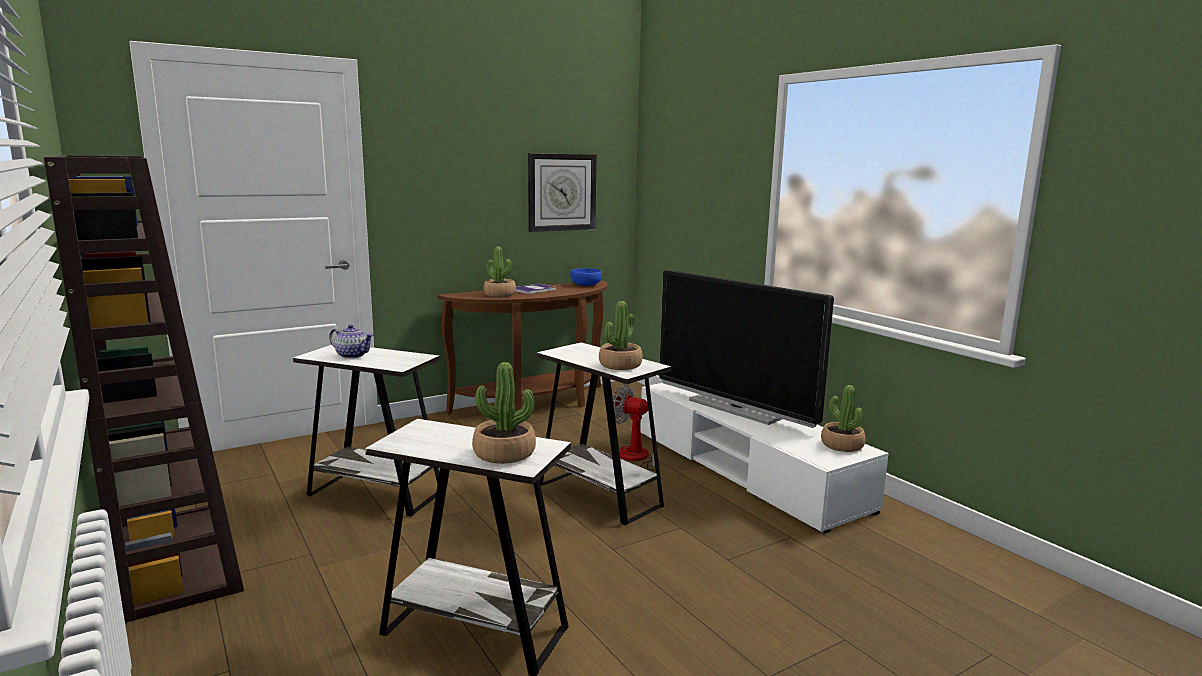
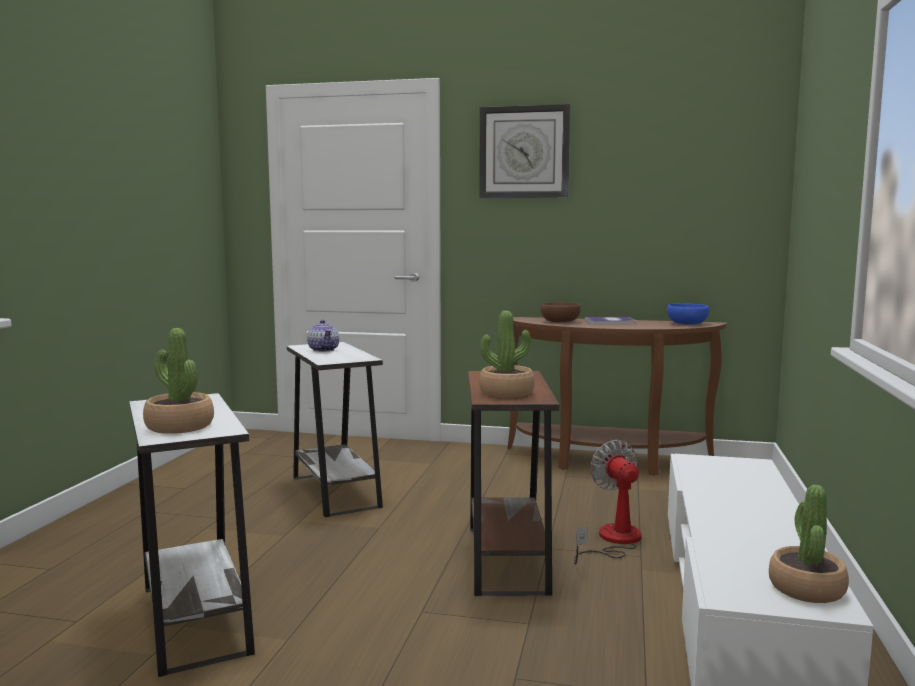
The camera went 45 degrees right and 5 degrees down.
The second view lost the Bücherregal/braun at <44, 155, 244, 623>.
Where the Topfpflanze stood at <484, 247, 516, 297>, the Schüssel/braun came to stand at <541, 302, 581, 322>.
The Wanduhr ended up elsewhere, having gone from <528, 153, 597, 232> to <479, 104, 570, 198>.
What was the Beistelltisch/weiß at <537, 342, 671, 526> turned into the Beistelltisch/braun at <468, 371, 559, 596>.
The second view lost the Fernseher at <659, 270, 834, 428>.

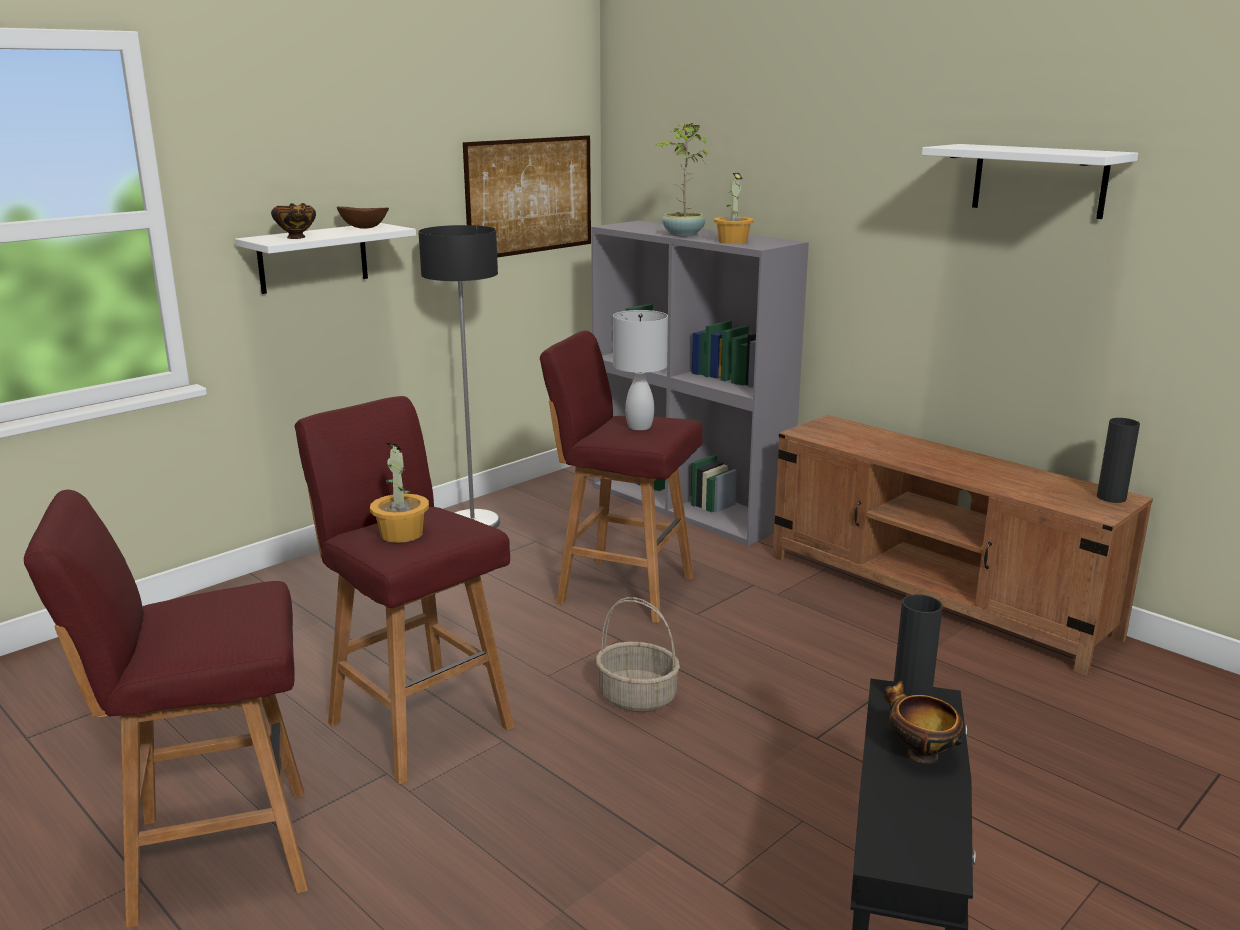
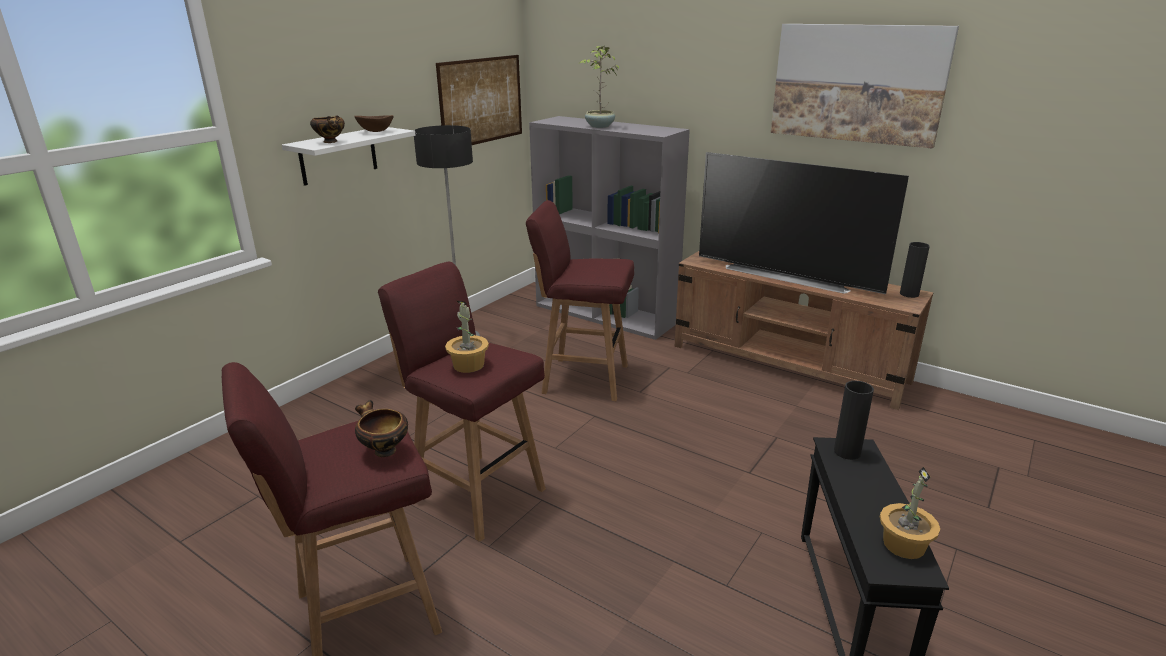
The camera went 10 degrees left and 5 degrees up.
The second view lost the Korb at <596, 597, 680, 712>.
The second view lost the Tischlampe/weiß at <613, 310, 668, 430>.
The Topfpflanze ended up elsewhere, having gone from <714, 173, 754, 244> to <880, 467, 940, 559>.
The Schüssel ended up elsewhere, having gone from <883, 681, 964, 764> to <355, 400, 408, 457>.
Where the Wandregal/weiß hung at <922, 144, 1138, 219>, the Bild came to hang at <771, 24, 959, 149>.
The second view gained the Fernseher at <699, 152, 909, 294>.

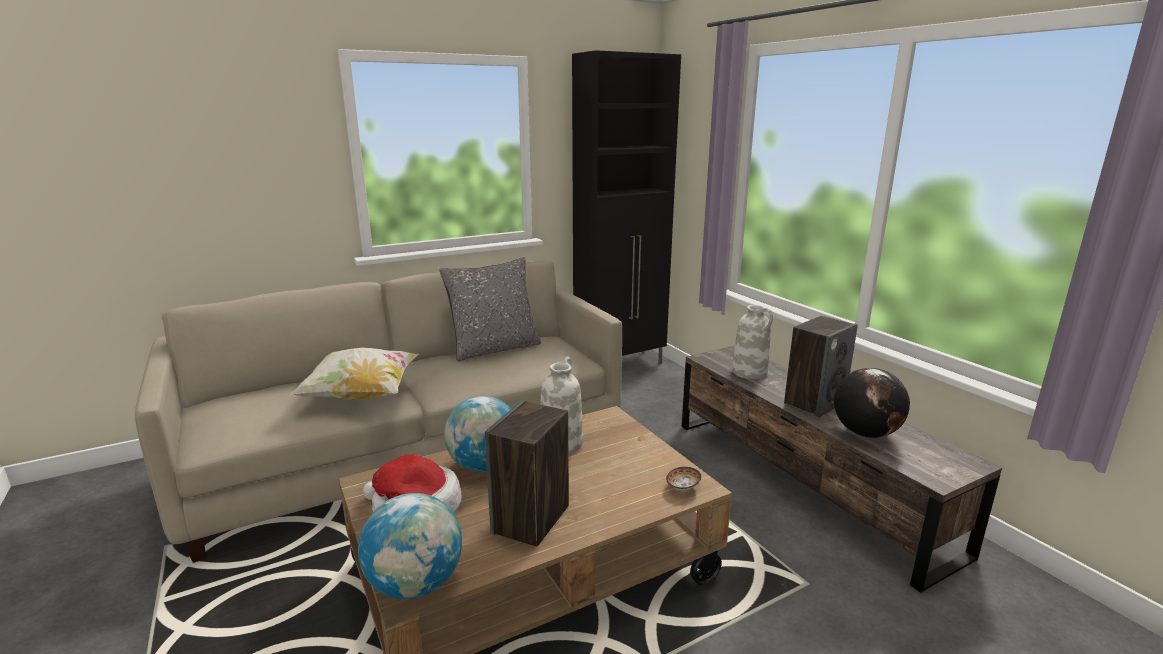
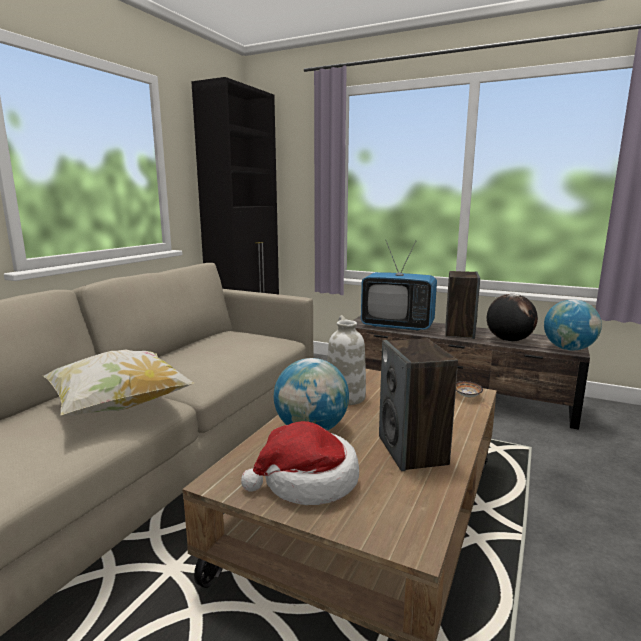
The camera went 35 degrees left and 5 degrees down.
The Globus ended up elsewhere, having gone from <358, 493, 462, 599> to <544, 299, 602, 350>.
The second view lost the Kissen/grau at <439, 257, 541, 361>.
Where the Vase/weiß stood at <732, 305, 773, 379>, the Fernseher came to stand at <361, 241, 437, 331>.

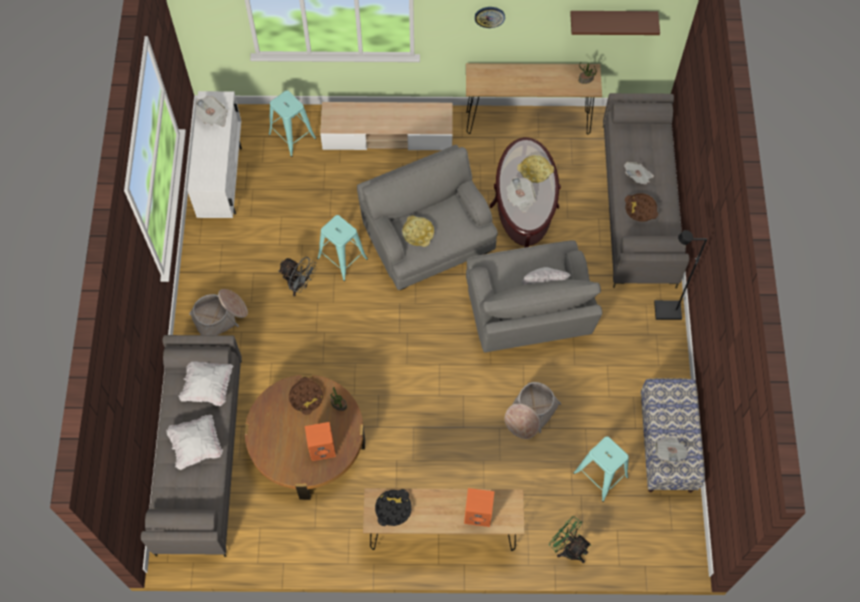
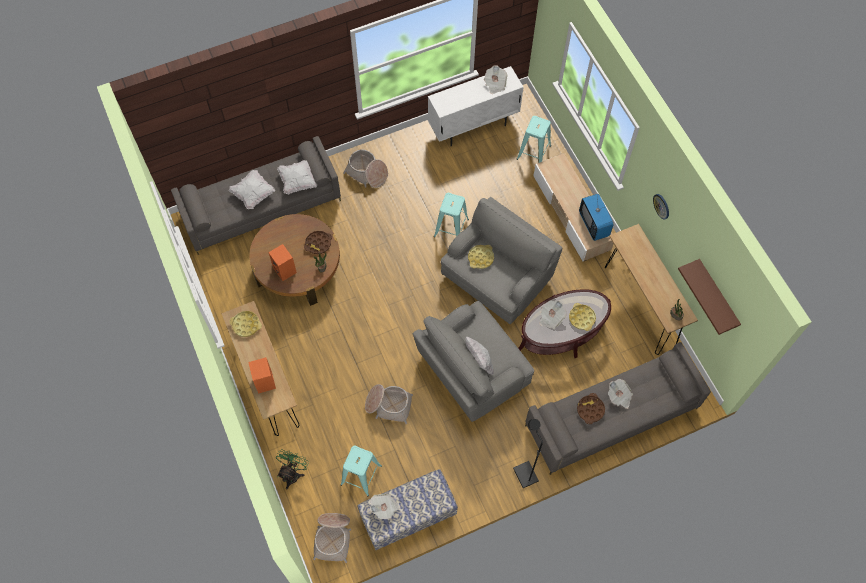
The camera went 65 degrees right and 0 degrees up.
The second view lost the Ventilator/grau at <278, 257, 316, 296>.
What was the Tablett/schwarz at <375, 489, 412, 526> turned into the Tablett/gelb at <229, 311, 262, 337>.
The second view gained the Korb at <313, 513, 351, 563>.
The second view gained the Fernseher at <579, 193, 614, 241>.

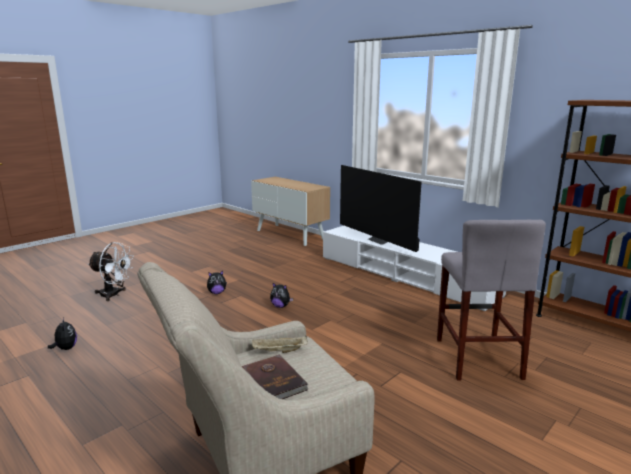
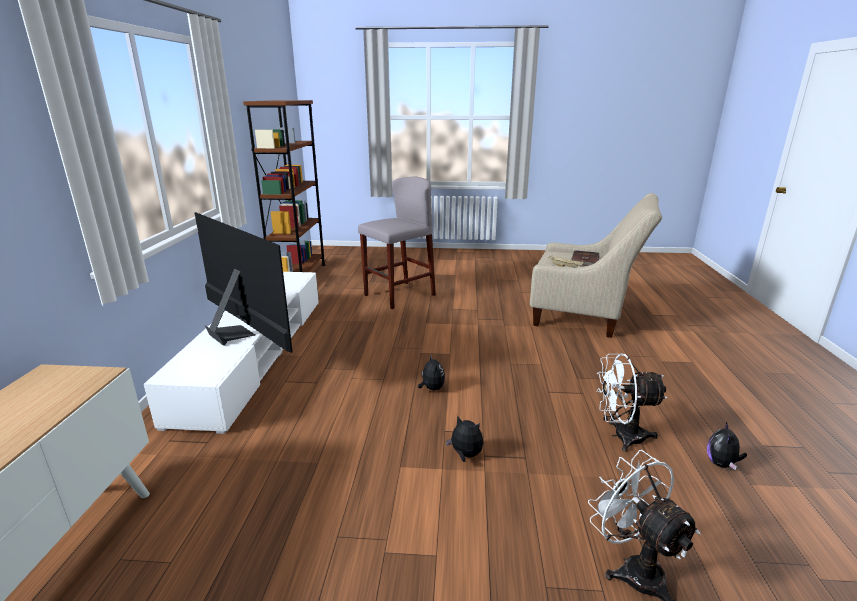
The camera went 130 degrees left and 5 degrees up.
The Fernseher at <340, 165, 422, 252> ended up facing another way, 60 degrees counterclockwise from before.
The second view gained the Ventilator/weiß at <596, 353, 668, 452>.

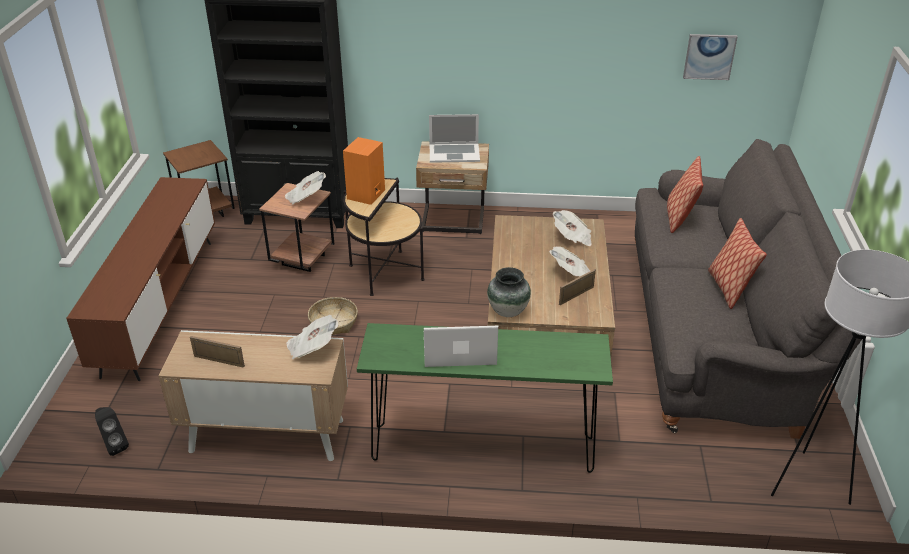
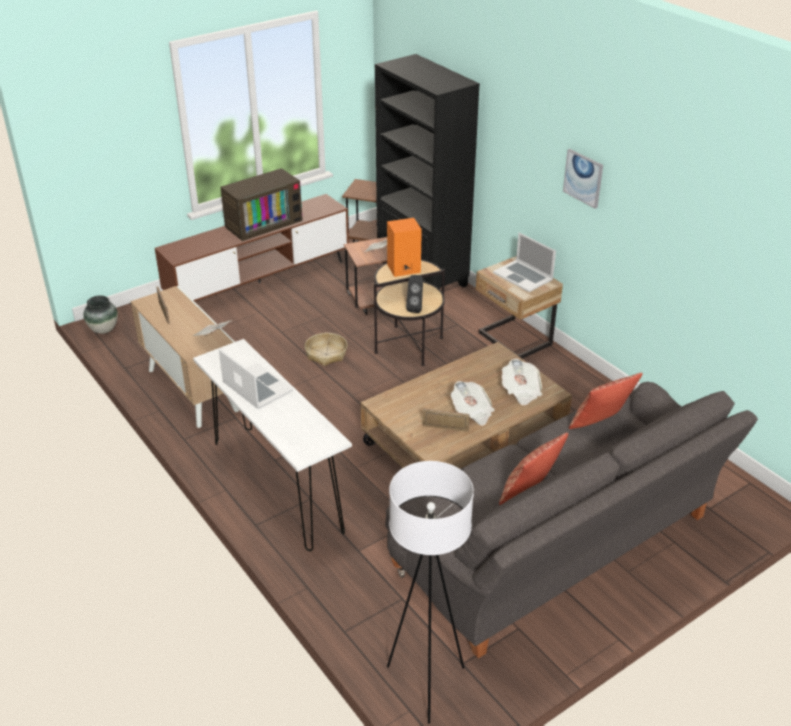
The camera went 50 degrees right and 0 degrees up.
The Lautsprecher/schwarz ended up elsewhere, having gone from <95, 407, 129, 456> to <406, 275, 423, 313>.
What was the Konsolentisch/grün at <357, 323, 613, 473> turned into the Konsolentisch/weiß at <193, 339, 352, 551>.
The Vase ended up elsewhere, having gone from <487, 267, 531, 317> to <83, 295, 118, 334>.
The Bild ended up elsewhere, having gone from <683, 34, 738, 80> to <563, 149, 603, 209>.
The second view gained the Fernseher at <220, 168, 303, 241>.

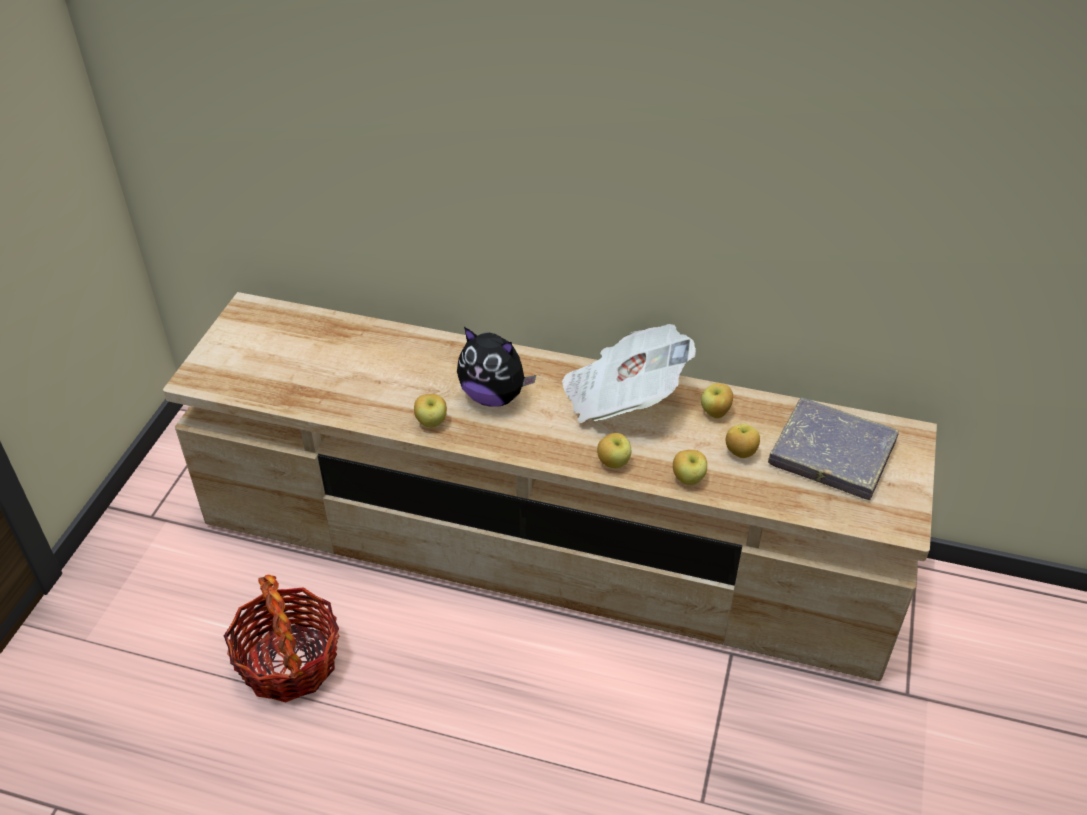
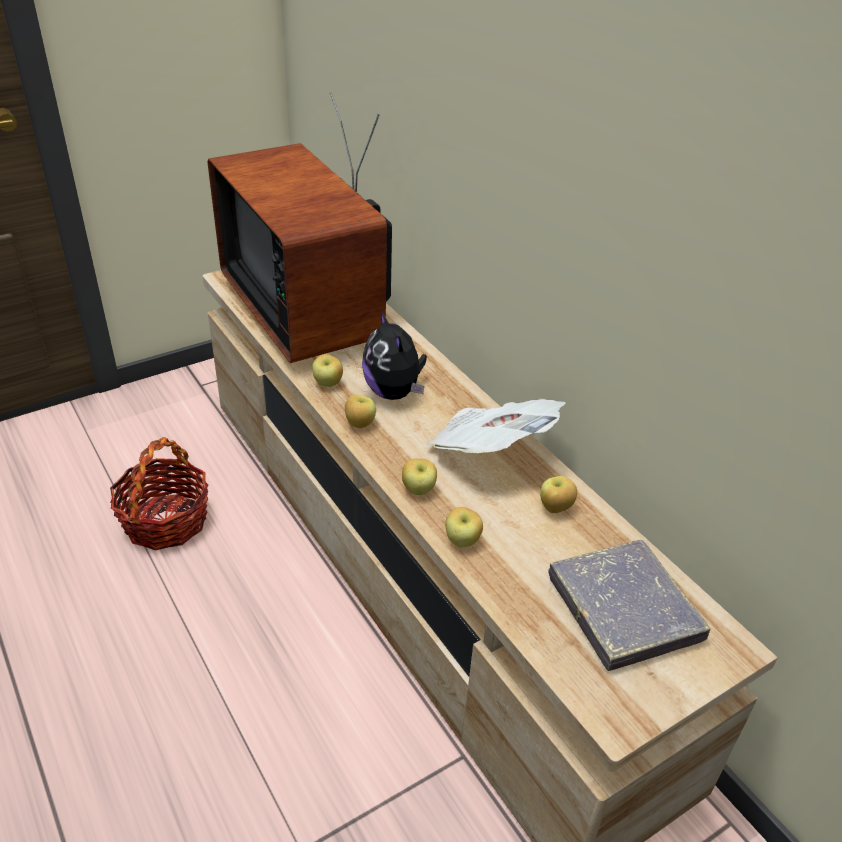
The camera went 40 degrees right and 5 degrees down.
The Apfel ended up elsewhere, having gone from <726, 424, 760, 458> to <345, 395, 376, 428>.
The second view gained the Fernseher at <208, 92, 392, 363>.

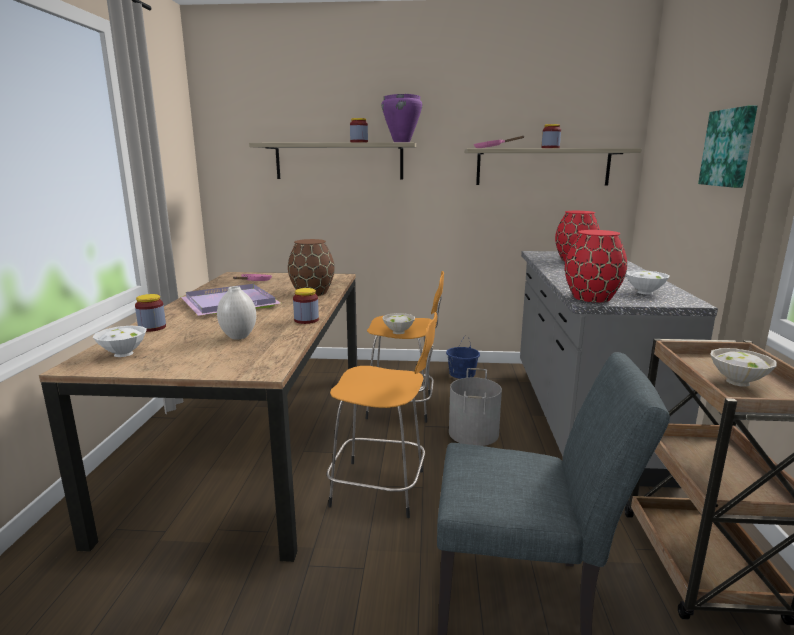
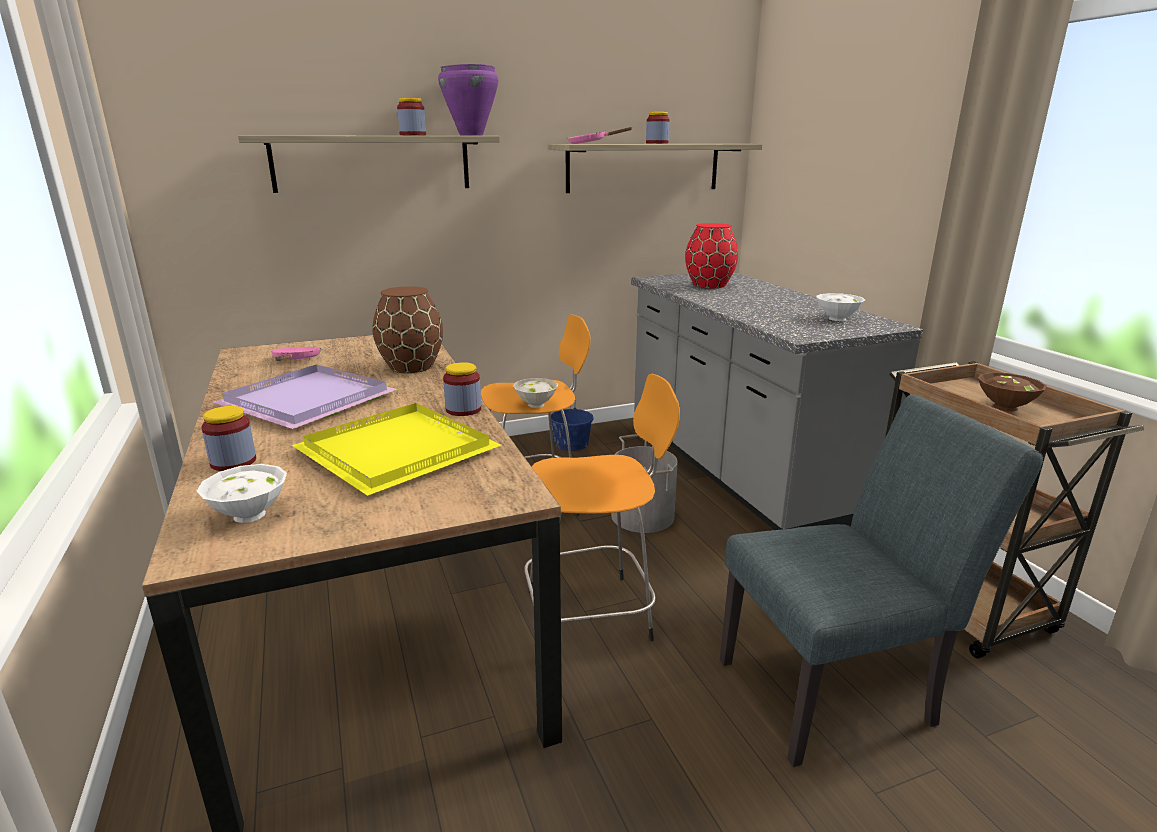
The camera went 25 degrees left and 5 degrees up.
Where the Vase/weiß stood at <217, 286, 256, 340>, the Tablett/gelb came to stand at <292, 403, 501, 496>.
The second view lost the Vase/rot at <565, 230, 627, 302>.
The second view lost the Bild at <698, 105, 758, 188>.
What was the Schüssel/weiß at <710, 348, 777, 387> turned into the Schüssel/braun at <978, 372, 1047, 411>.

